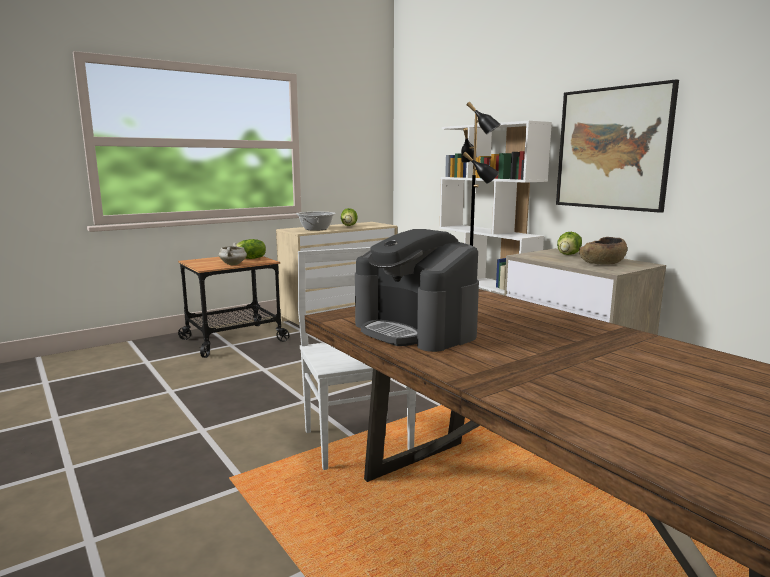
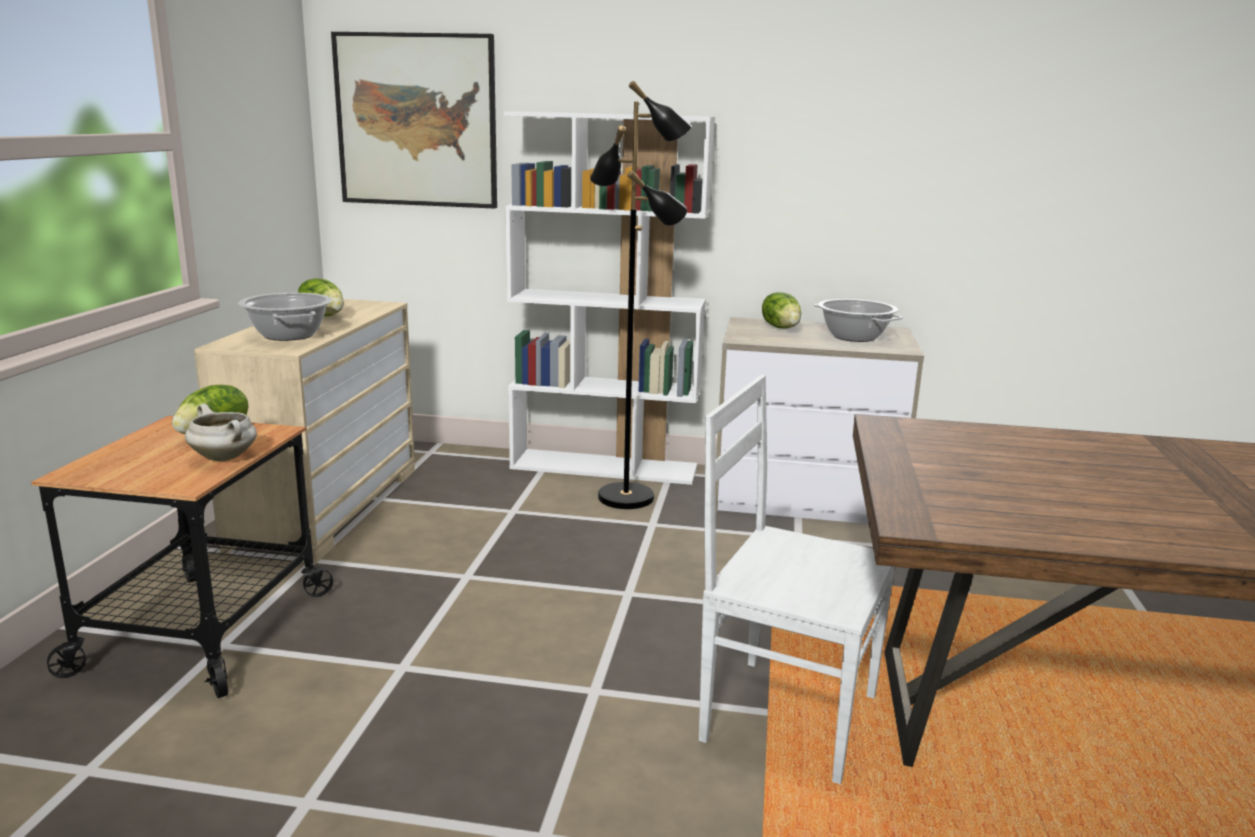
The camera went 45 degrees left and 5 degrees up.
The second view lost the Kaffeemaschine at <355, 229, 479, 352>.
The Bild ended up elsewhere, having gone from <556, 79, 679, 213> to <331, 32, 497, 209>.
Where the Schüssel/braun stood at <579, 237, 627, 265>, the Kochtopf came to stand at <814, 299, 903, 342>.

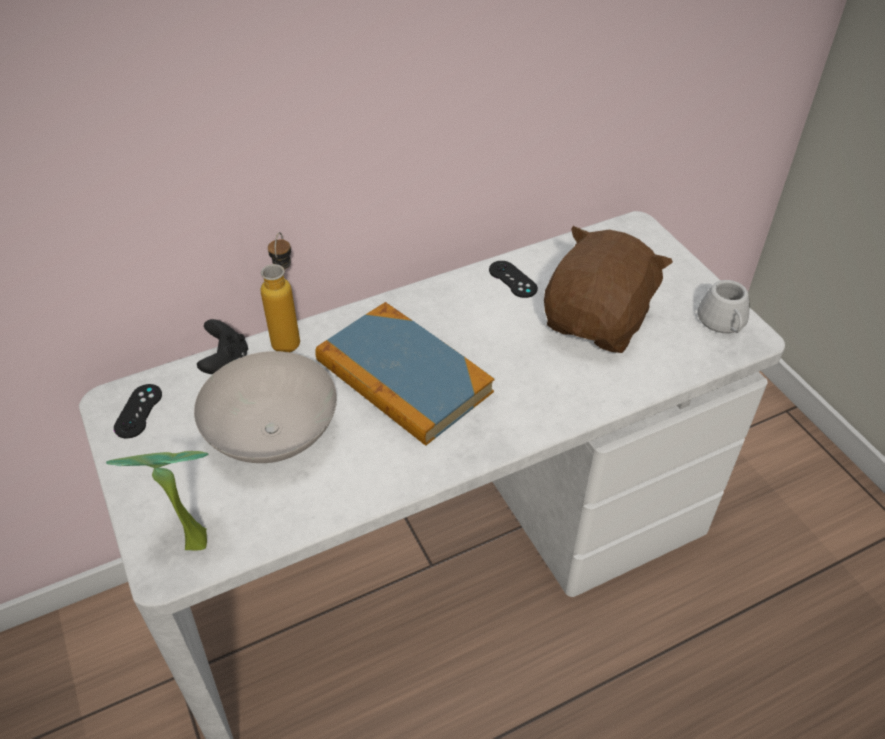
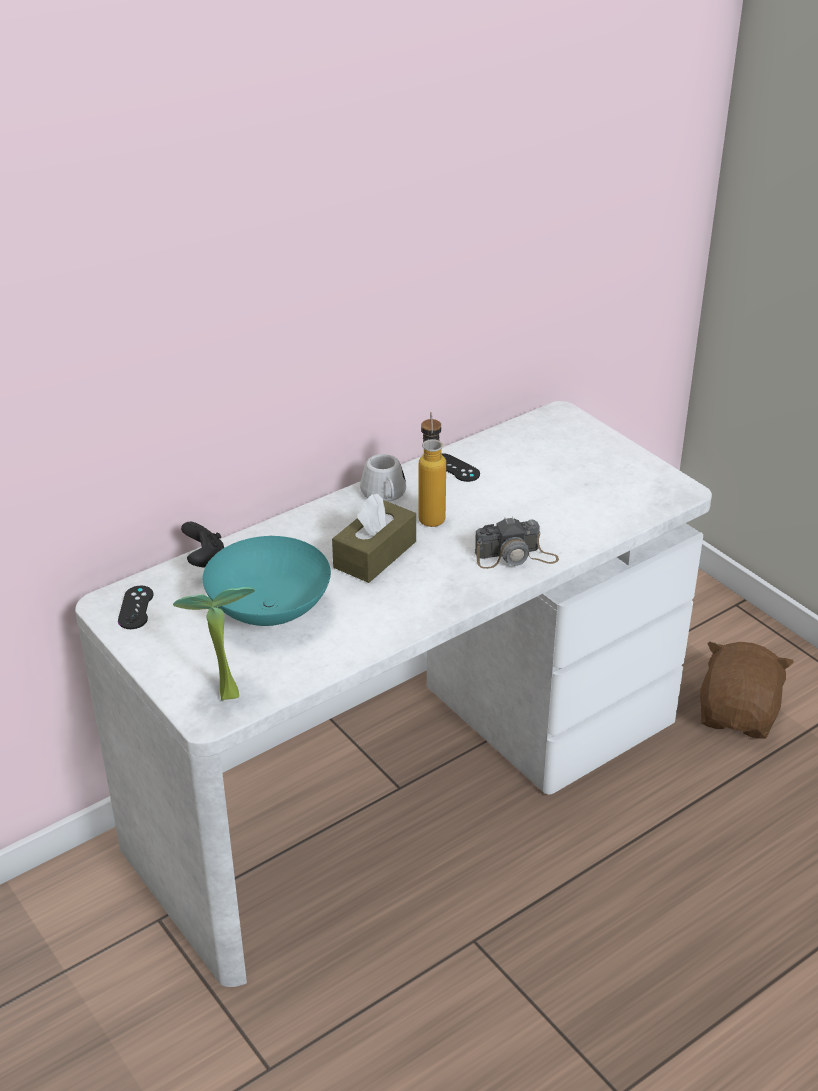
The camera went 10 degrees left and 10 degrees down.
What was the Schüssel/weiß at <194, 351, 337, 463> turned into the Schüssel/türkis at <202, 536, 331, 626>.
The Flasche ended up elsewhere, having gone from <261, 232, 300, 352> to <418, 412, 446, 527>.
Where the Buch stood at <315, 302, 494, 446>, the Taschentuchbox/braun came to stand at <332, 494, 416, 583>.
The Plüschtier/braun ended up elsewhere, having gone from <544, 226, 673, 353> to <700, 641, 794, 739>.
The Henkelbecher/weiß ended up elsewhere, having gone from <697, 280, 749, 333> to <360, 454, 407, 502>.
The second view gained the Kamera at <475, 517, 559, 569>.

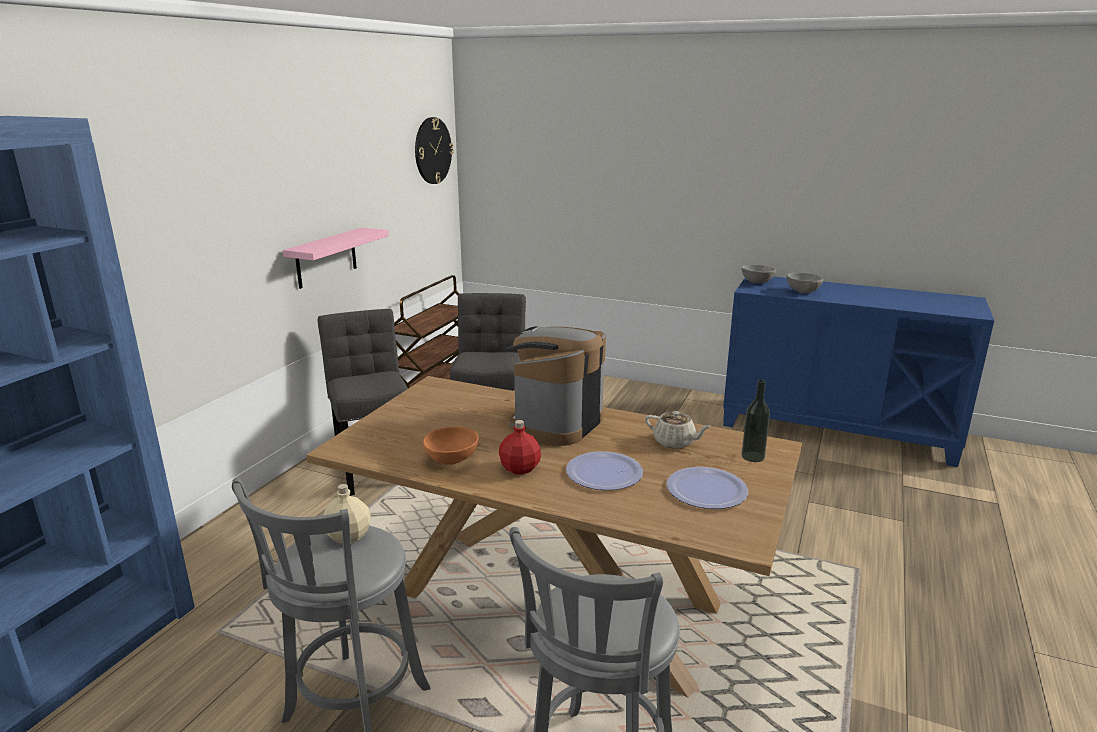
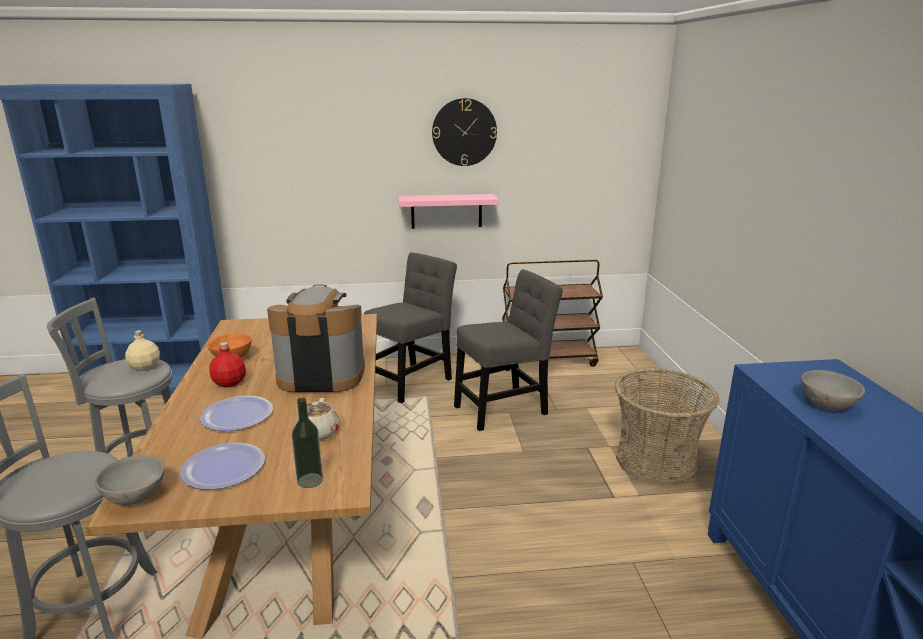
The camera went 60 degrees right and 0 degrees up.
The Wanduhr ended up elsewhere, having gone from <415, 117, 454, 184> to <432, 98, 497, 166>.
The Schüssel/grau ended up elsewhere, having gone from <741, 265, 776, 284> to <95, 455, 165, 505>.
The second view gained the Korb at <615, 368, 719, 486>.

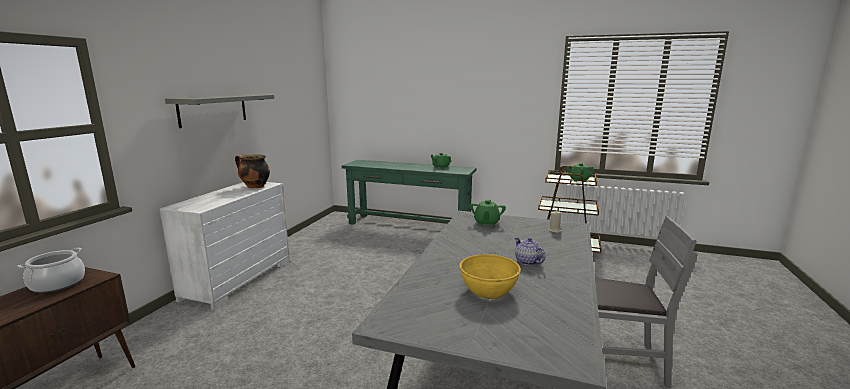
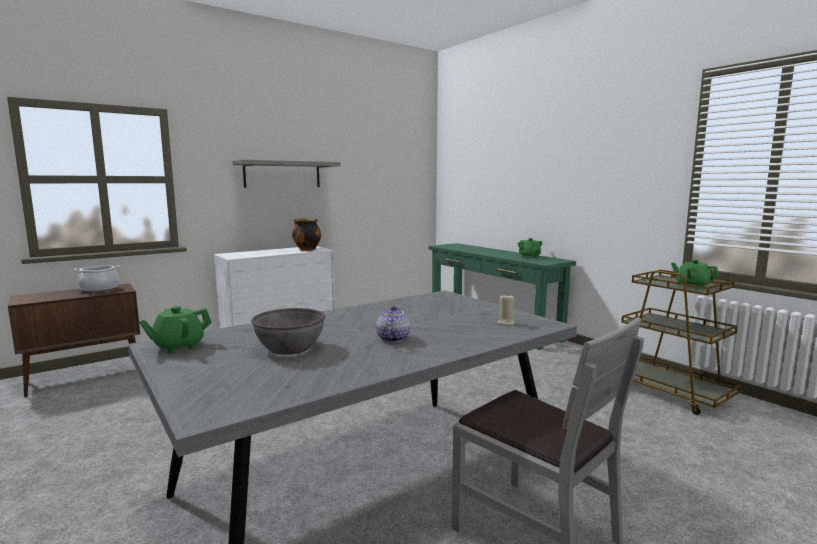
The camera went 35 degrees right and 5 degrees down.
What was the Schüssel/gelb at <459, 254, 521, 299> turned into the Schüssel/grau at <251, 308, 325, 355>.
The Teekanne/grün ended up elsewhere, having gone from <469, 200, 506, 227> to <139, 306, 212, 354>.

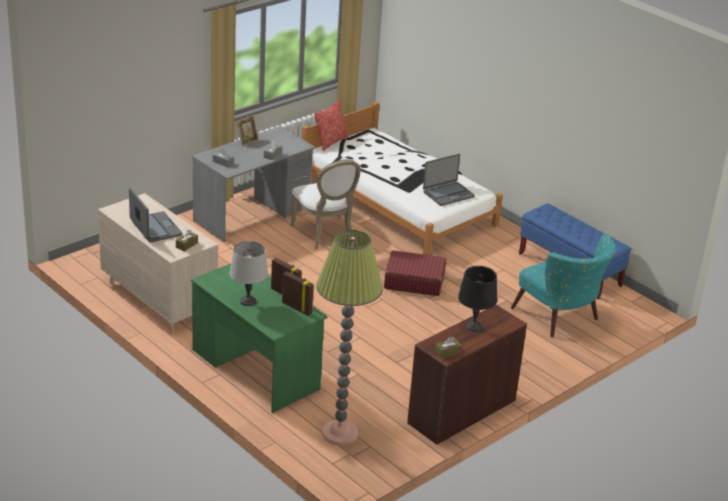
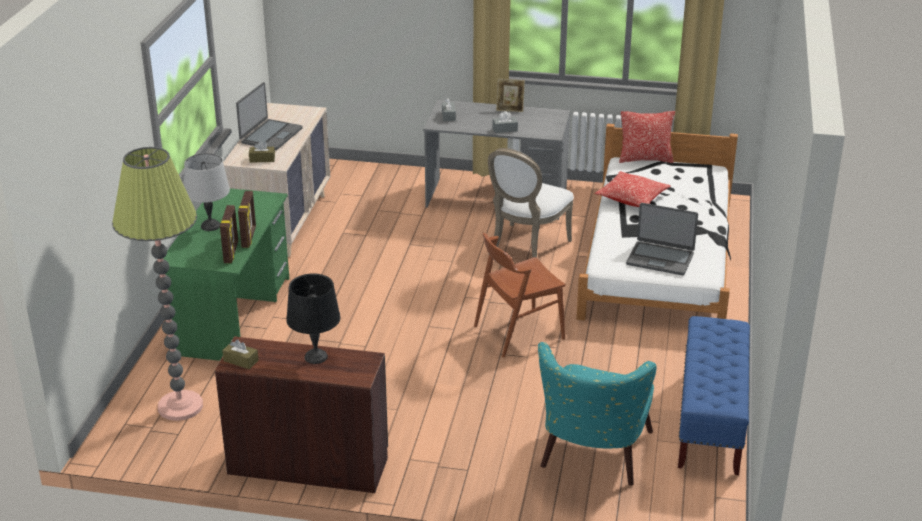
The camera went 55 degrees right and 0 degrees up.
Where the Koffer/rot stood at <384, 250, 446, 296>, the Stuhl/braun came to stand at <474, 233, 565, 357>.
The second view gained the Kissen at <595, 171, 671, 207>.

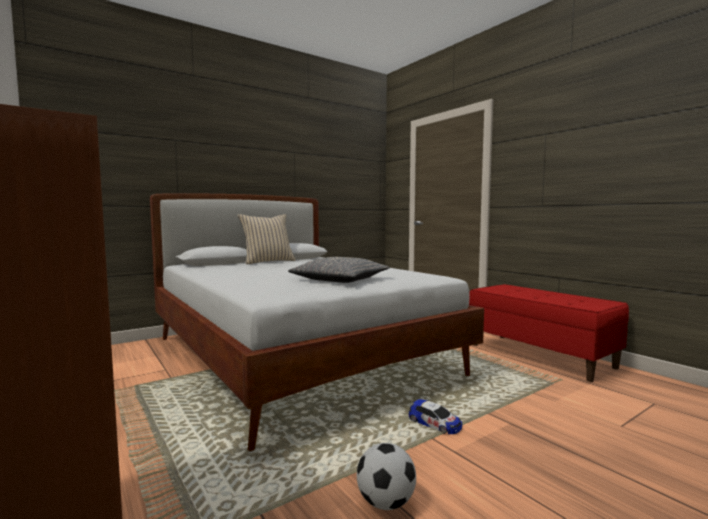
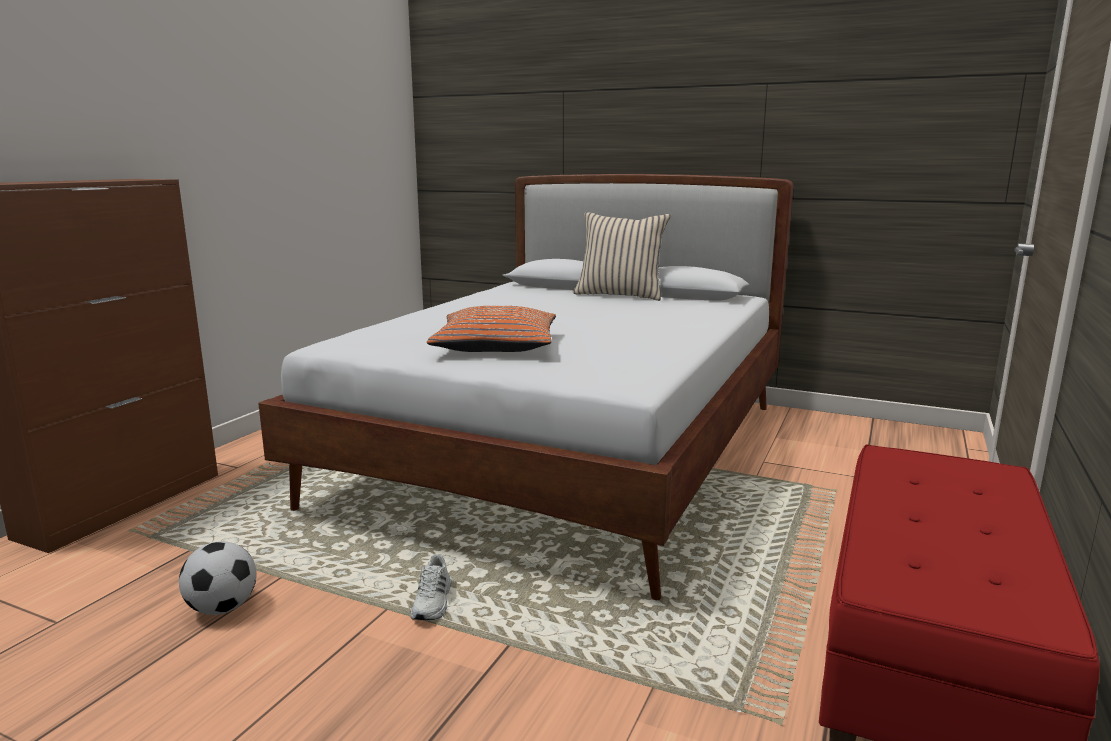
The camera went 60 degrees right and 10 degrees up.
What was the Kissen/grau at <288, 257, 390, 283> turned into the Kissen/orange at <427, 306, 556, 352>.
Where the Spielzeugauto stood at <409, 399, 462, 434>, the Schuh/weiß came to stand at <410, 554, 451, 620>.

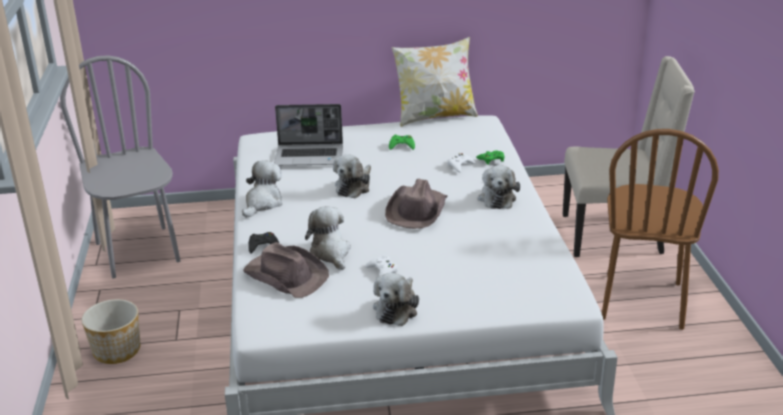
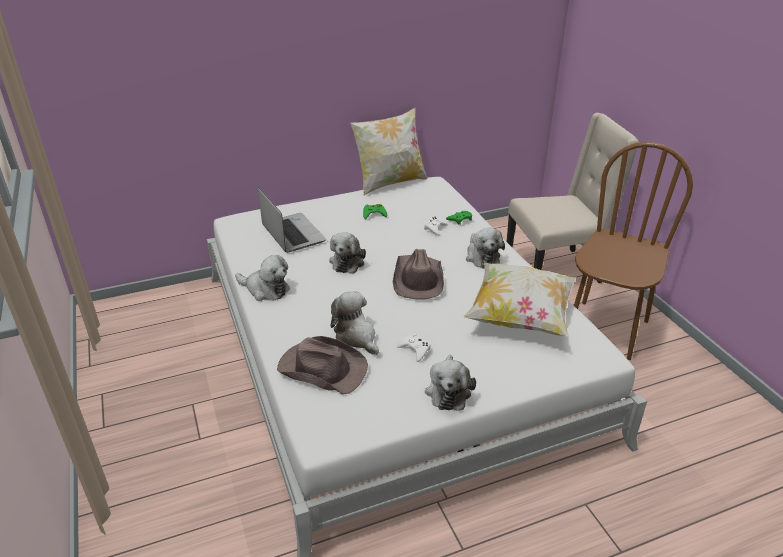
The camera went 15 degrees left and 5 degrees up.
The second view lost the Stuhl/grau at <60, 55, 180, 278>.
The second view lost the Pflanzkübel at <82, 299, 140, 364>.
The Plüschtier at <242, 161, 282, 218> ended up facing another way, 105 degrees clockwise from before.
The second view lost the Gamepad/schwarz at <248, 232, 279, 254>.
The Laptop at <274, 104, 343, 166> ended up facing another way, 105 degrees counterclockwise from before.
The Stuhl/braun at <602, 129, 719, 330> ended up facing another way, 150 degrees counterclockwise from before.
The second view gained the Kissen at <464, 262, 576, 337>.

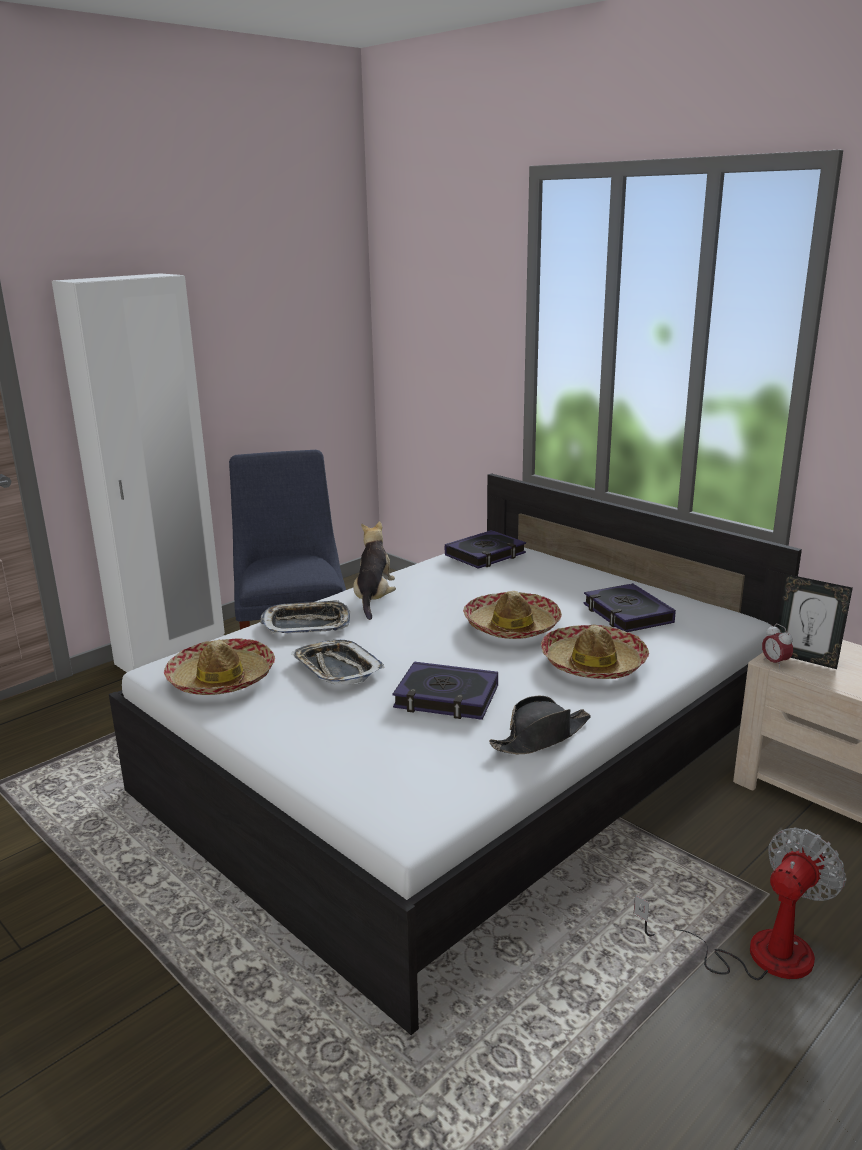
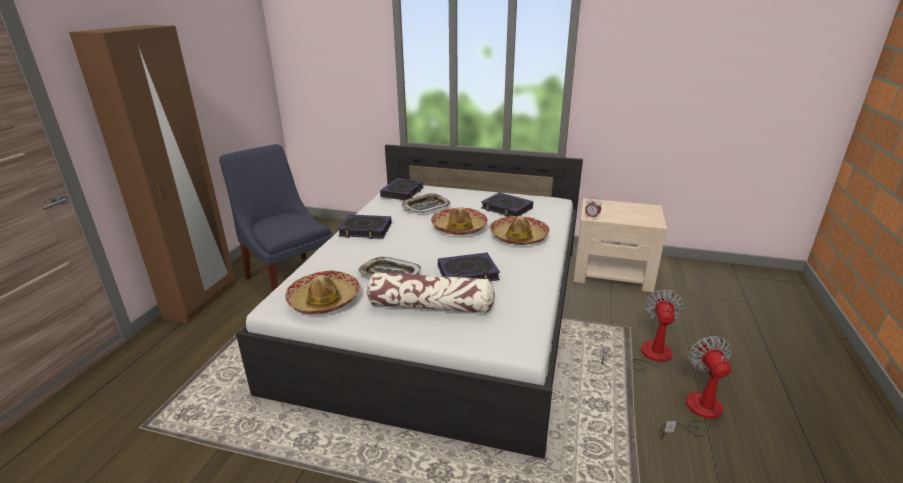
The camera went 30 degrees left and 5 degrees up.
What was the Kleiderschrank/weiß at <52, 273, 225, 672> turned into the Kleiderschrank/braun at <69, 25, 235, 323>.
The Tablett ended up elsewhere, having gone from <260, 600, 350, 634> to <401, 193, 450, 213>.
Where the Plüschtier stood at <353, 521, 396, 620>, the Buch came to stand at <338, 214, 392, 239>.
The second view lost the Hut/schwarz at <489, 696, 591, 754>.
The second view lost the Bilderrahmen at <777, 574, 853, 669>.
The second view gained the Kissen at <367, 272, 495, 313>.
The second view gained the Ventilator at <660, 336, 732, 439>.

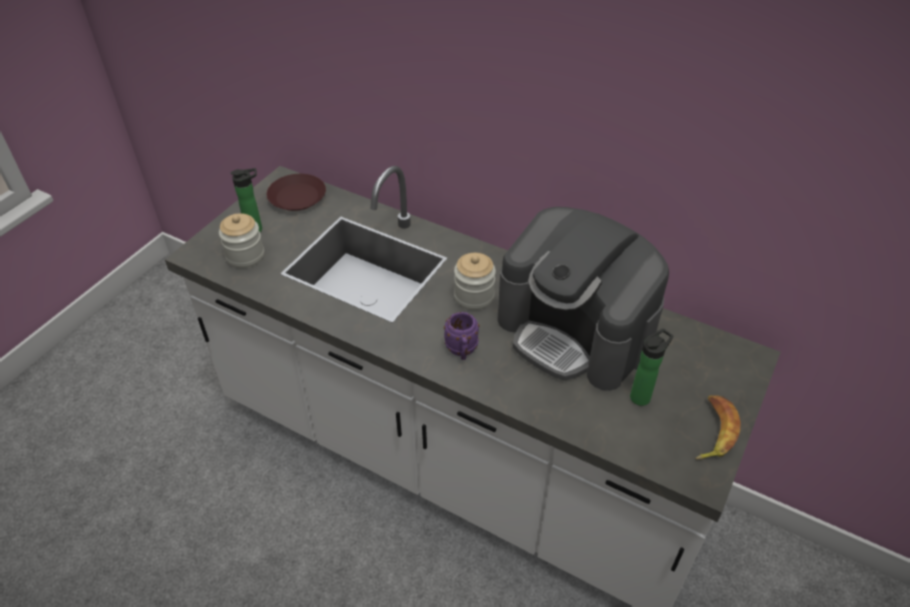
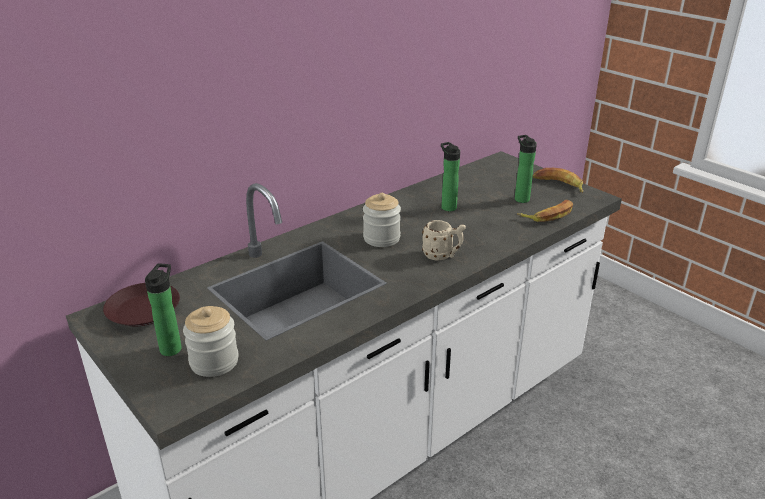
The camera went 70 degrees left and 15 degrees down.
What was the Henkelbecher/lila at <444, 312, 479, 360> turned into the Henkelbecher/beige at <422, 220, 466, 261>.
Where the Kaffeemaschine stood at <497, 207, 669, 391>, the Flasche came to stand at <441, 142, 460, 211>.
The second view gained the Banane at <517, 200, 573, 222>.

